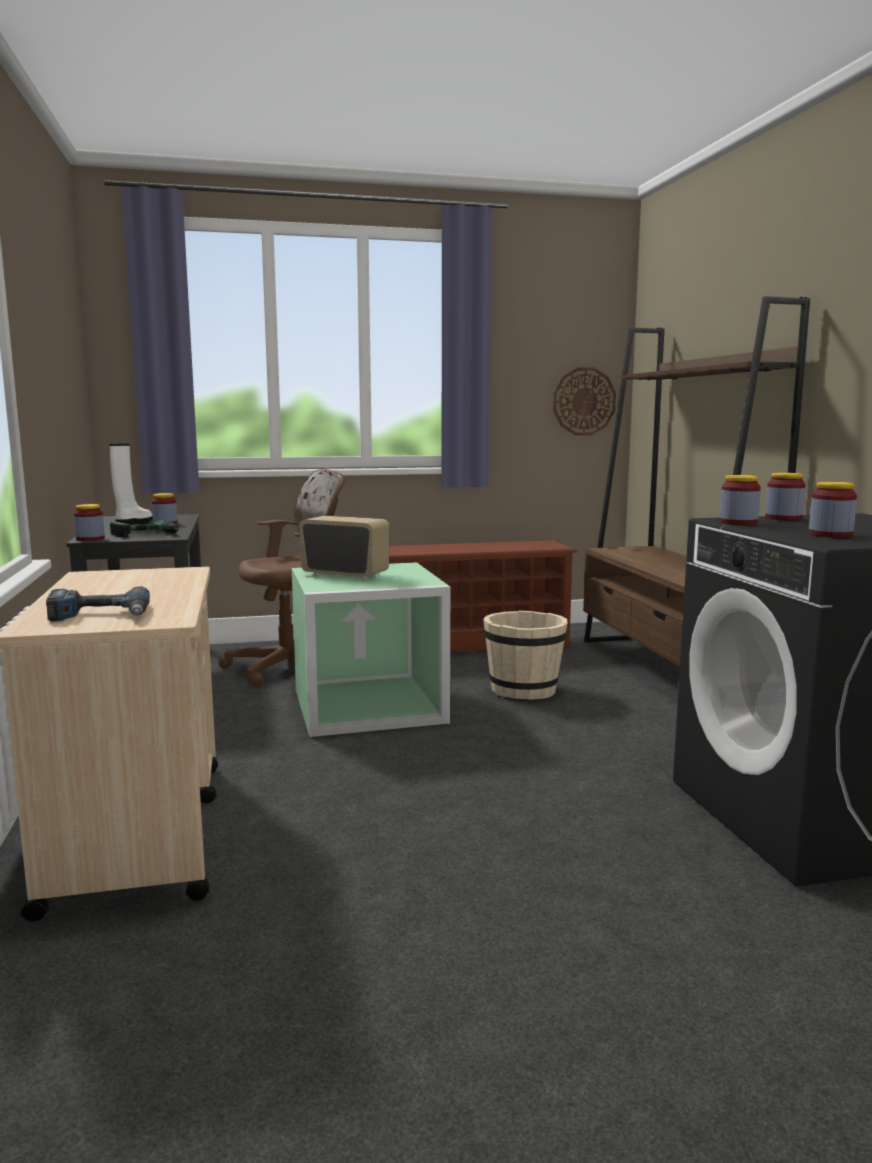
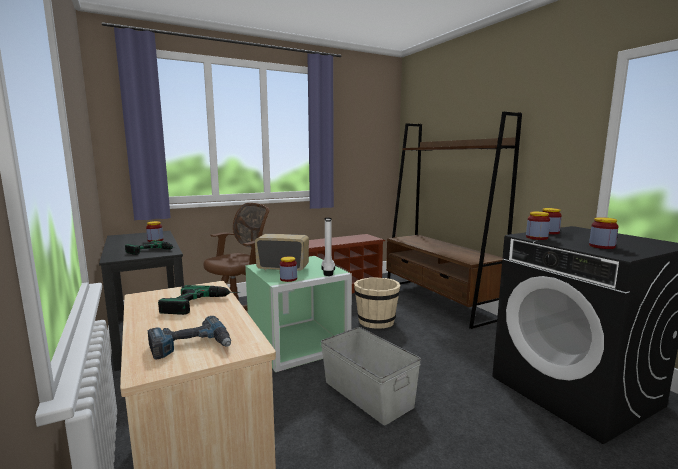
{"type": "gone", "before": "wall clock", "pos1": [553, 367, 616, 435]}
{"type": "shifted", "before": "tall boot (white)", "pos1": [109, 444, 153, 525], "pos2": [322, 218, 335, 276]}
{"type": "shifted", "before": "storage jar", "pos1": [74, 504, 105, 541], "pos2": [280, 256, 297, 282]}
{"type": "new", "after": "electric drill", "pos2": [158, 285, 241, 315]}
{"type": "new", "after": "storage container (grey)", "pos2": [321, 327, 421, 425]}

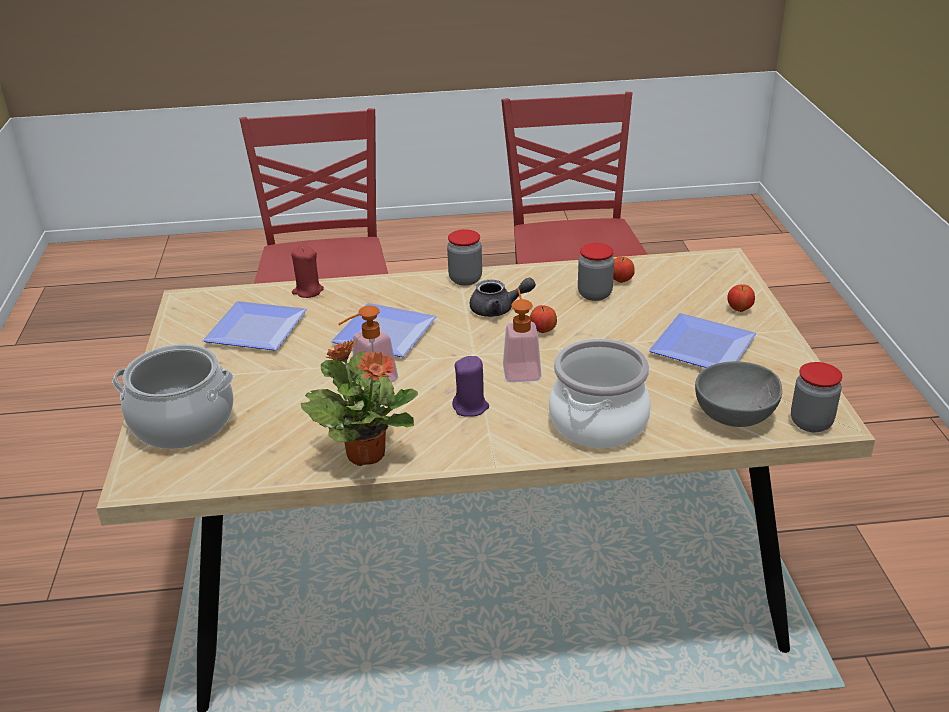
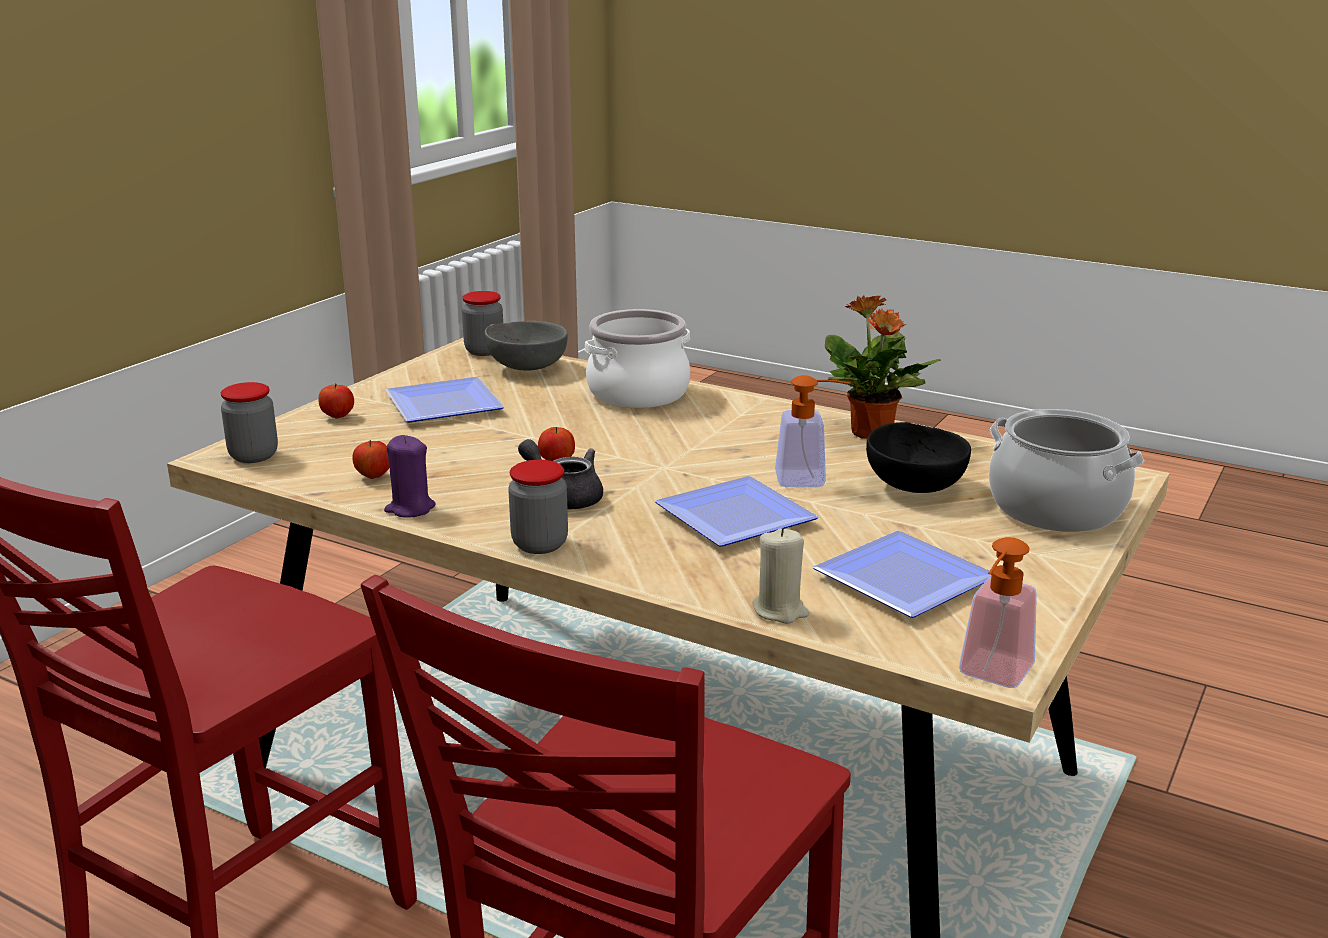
{"type": "shifted", "before": "storage jar", "pos1": [578, 243, 614, 301], "pos2": [221, 382, 278, 463]}
{"type": "repainted", "before": "wax candle (reddish)", "after": "wax candle (beige)", "pos1": [291, 245, 324, 298], "pos2": [752, 528, 809, 624]}
{"type": "shifted", "before": "liquid soap bottle", "pos1": [503, 288, 542, 382], "pos2": [959, 537, 1037, 688]}
{"type": "shifted", "before": "wax candle (purple-coloured)", "pos1": [452, 356, 489, 417], "pos2": [384, 435, 436, 518]}
{"type": "new", "after": "bowl (black)", "pos2": [866, 422, 971, 493]}

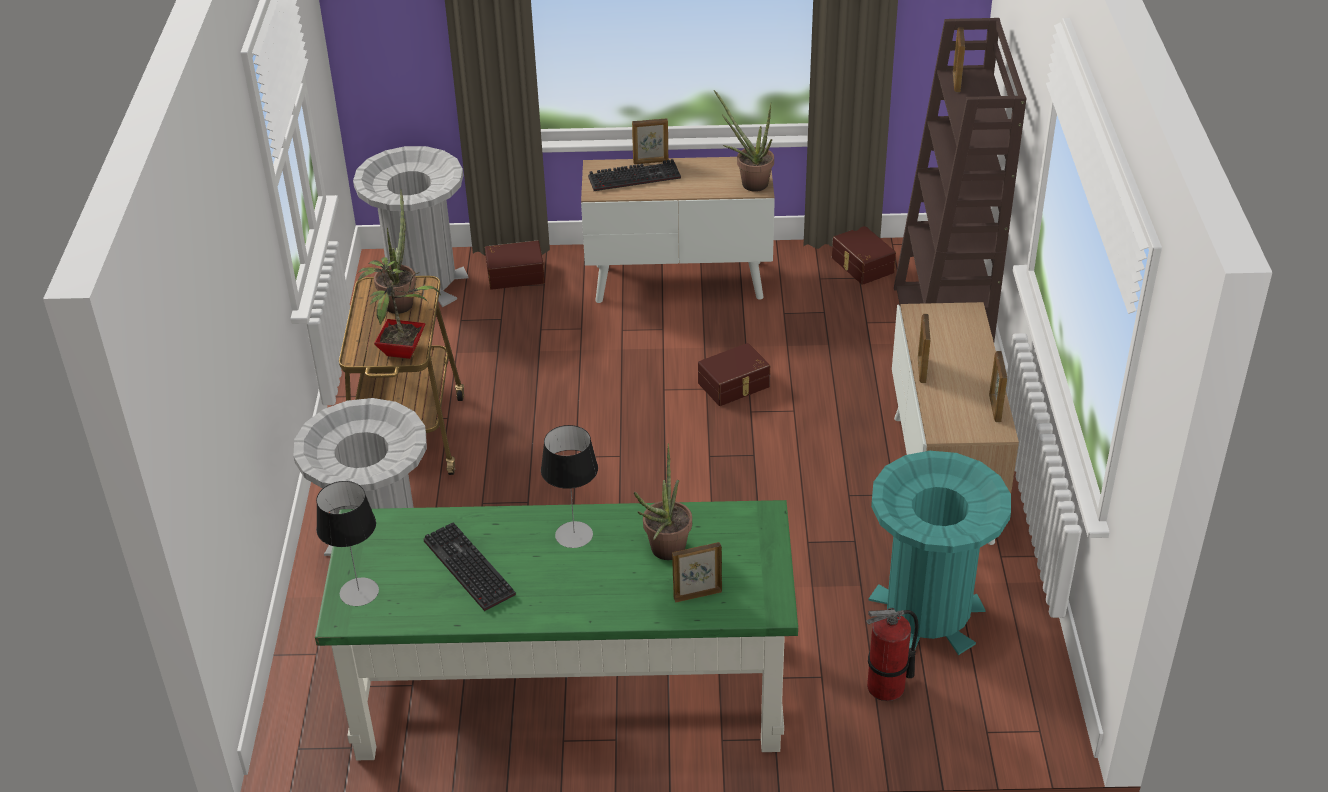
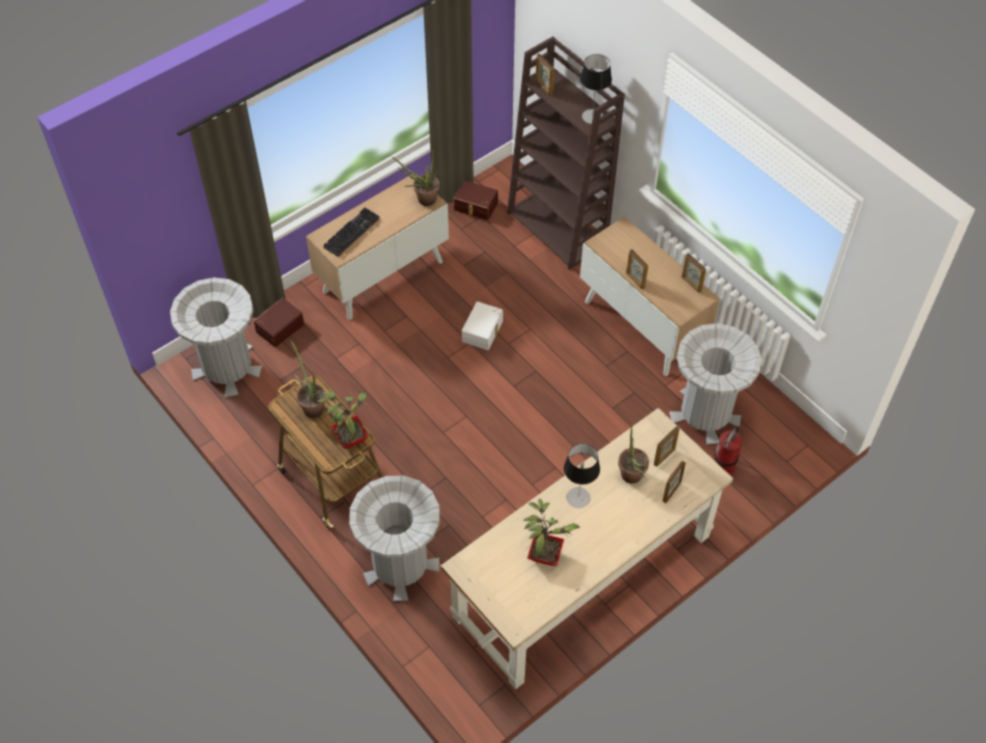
{"type": "shifted", "before": "standing frame", "pos1": [632, 118, 668, 164], "pos2": [653, 426, 680, 467]}
{"type": "repainted", "before": "storage container (brown)", "after": "storage container (white)", "pos1": [698, 343, 770, 406], "pos2": [462, 301, 503, 350]}
{"type": "repainted", "before": "rubbish bin (blue-green)", "after": "rubbish bin (grey)", "pos1": [868, 451, 1011, 655], "pos2": [669, 323, 762, 445]}
{"type": "shifted", "before": "lamp for a table", "pos1": [316, 481, 379, 606], "pos2": [580, 54, 612, 124]}
{"type": "repainted", "before": "desk unit (green-coloured)", "after": "desk unit (beige)", "pos1": [315, 500, 798, 760], "pos2": [441, 408, 733, 690]}
{"type": "swapped", "before": "keyboard", "after": "potted plant", "pos1": [424, 522, 516, 611], "pos2": [523, 499, 580, 566]}

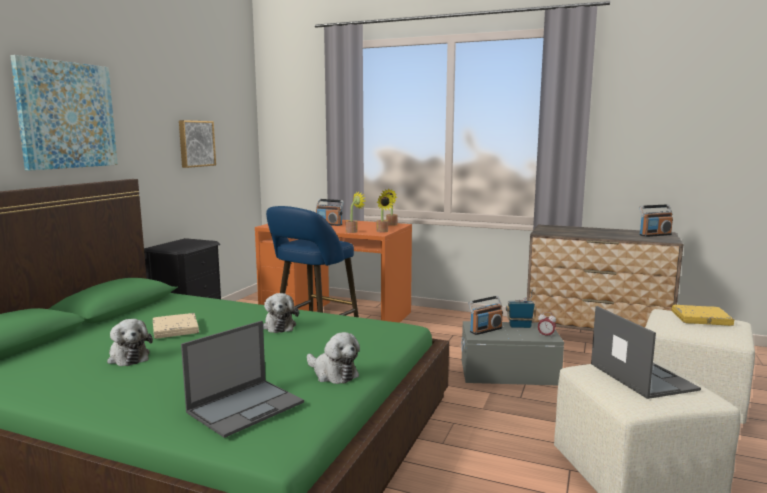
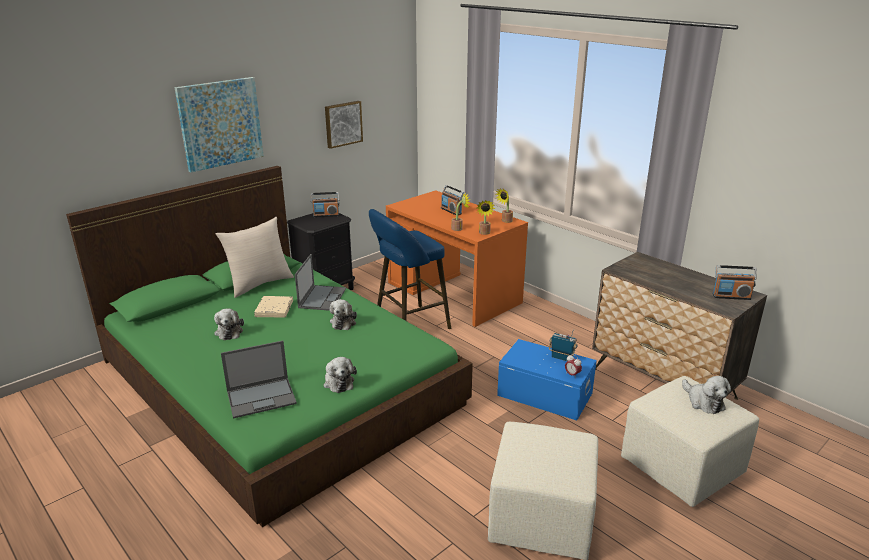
{"type": "shifted", "before": "radio set", "pos1": [468, 296, 503, 335], "pos2": [311, 192, 339, 217]}
{"type": "swapped", "before": "volume (yellow-coloured)", "after": "cuddly toy", "pos1": [671, 305, 734, 326], "pos2": [682, 376, 731, 414]}
{"type": "shifted", "before": "notebook computer", "pos1": [591, 306, 701, 399], "pos2": [295, 254, 346, 311]}
{"type": "repainted", "before": "storage container (grey)", "after": "storage container (blue-coloured)", "pos1": [461, 321, 564, 386], "pos2": [497, 339, 597, 420]}
{"type": "new", "after": "pillow (beige)", "pos2": [215, 217, 294, 298]}

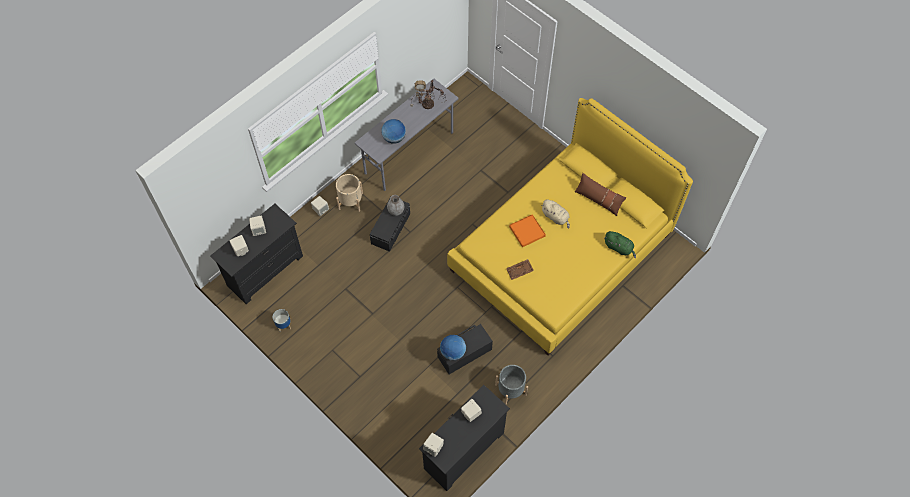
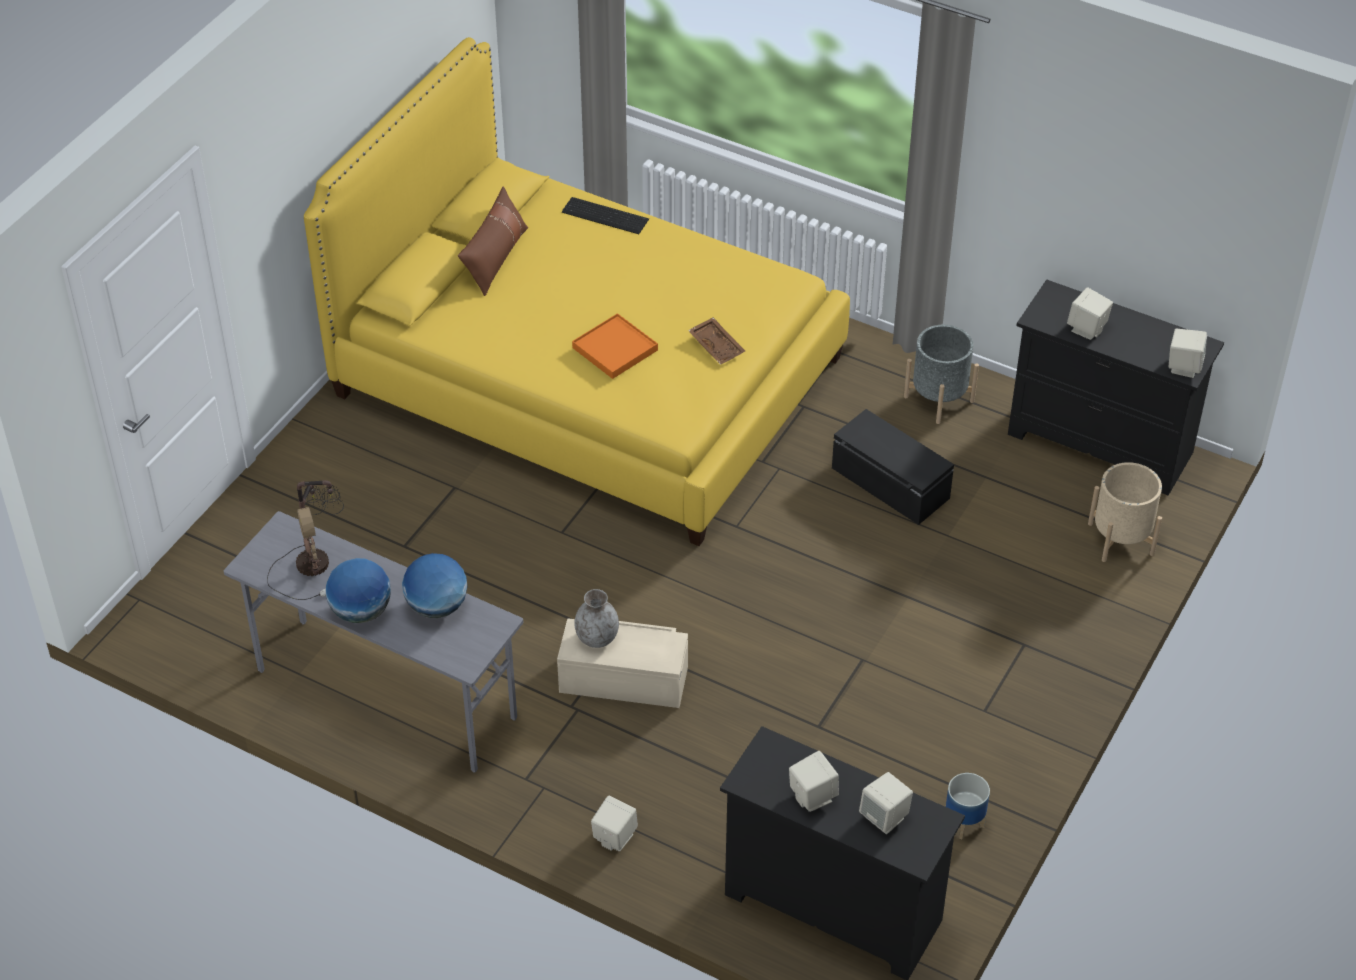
{"type": "shifted", "before": "planter (beige)", "pos1": [336, 174, 363, 212], "pos2": [1088, 462, 1162, 562]}
{"type": "repainted", "before": "storage container (black)", "after": "storage container (beige)", "pos1": [370, 197, 410, 252], "pos2": [557, 618, 688, 708]}
{"type": "gone", "before": "cuddly toy (beige)", "pos1": [541, 199, 570, 229]}
{"type": "swapped", "before": "cuddly toy (green-coloured)", "after": "keyboard", "pos1": [604, 231, 636, 258], "pos2": [562, 197, 649, 234]}
{"type": "shifted", "before": "world globe", "pos1": [440, 335, 466, 361], "pos2": [326, 558, 391, 623]}

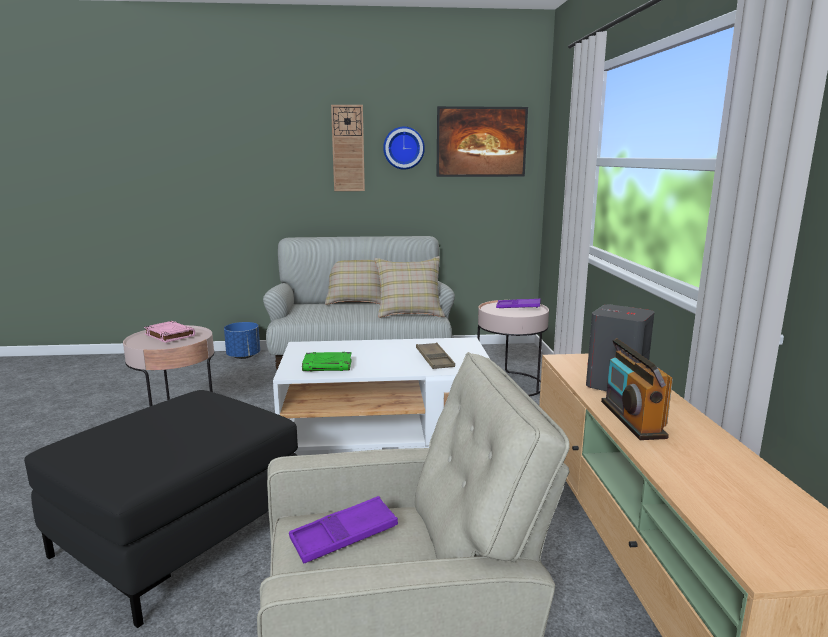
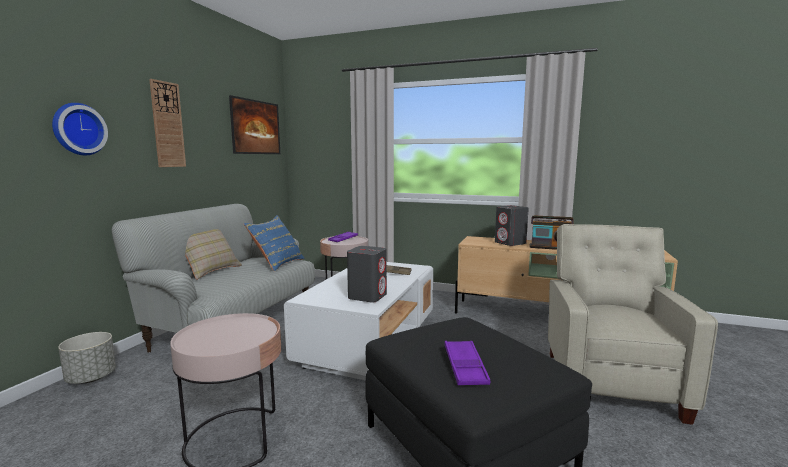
{"type": "shifted", "before": "wall clock", "pos1": [383, 127, 425, 170], "pos2": [52, 103, 108, 155]}
{"type": "repainted", "before": "pillow (beige)", "after": "pillow (blue-coloured)", "pos1": [375, 256, 445, 318], "pos2": [244, 215, 305, 271]}
{"type": "gone", "before": "volume (pink-coloured)", "pos1": [144, 321, 195, 343]}
{"type": "repainted", "before": "planter (blue-coloured)", "after": "planter (grey)", "pos1": [224, 322, 260, 359], "pos2": [58, 332, 116, 384]}
{"type": "swapped", "before": "volume (green-coloured)", "after": "audio speaker (grey)", "pos1": [302, 352, 352, 372], "pos2": [347, 246, 387, 302]}
{"type": "shifted", "before": "carrying tray (purple-coloured)", "pos1": [289, 496, 398, 563], "pos2": [445, 341, 490, 385]}

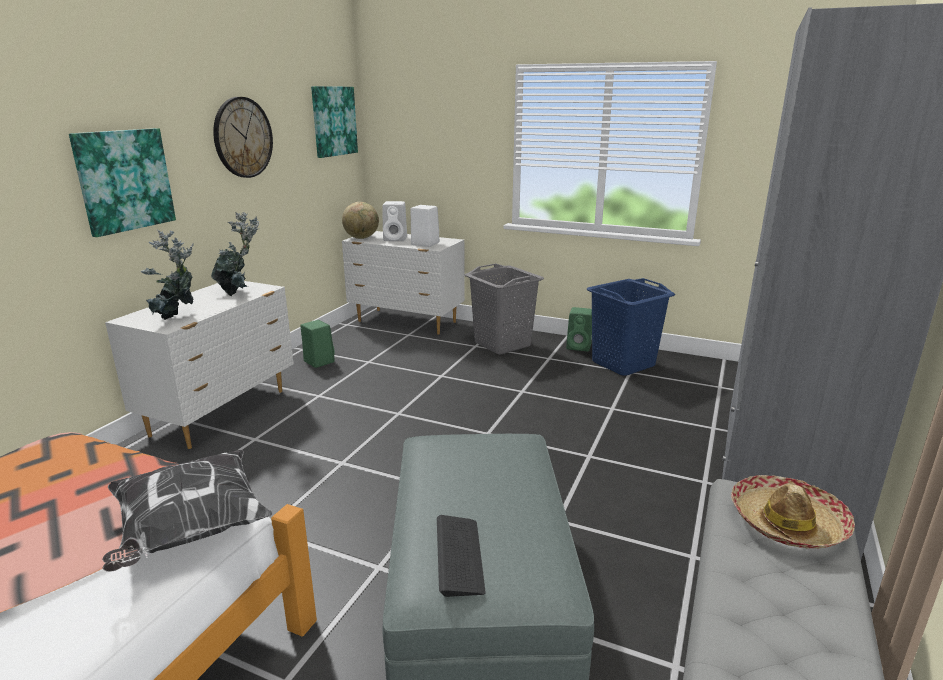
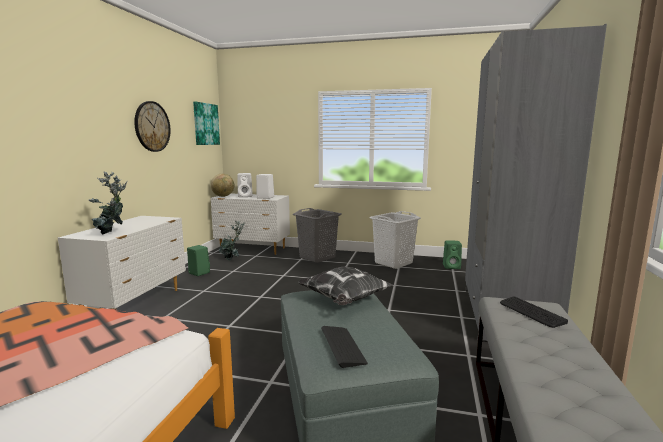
{"type": "gone", "before": "picture", "pos1": [69, 128, 176, 237]}
{"type": "shifted", "before": "potted plant", "pos1": [211, 212, 260, 296], "pos2": [219, 221, 245, 261]}
{"type": "repainted", "before": "laundry basket (blue-coloured)", "after": "laundry basket (white)", "pos1": [587, 278, 675, 376], "pos2": [369, 211, 421, 269]}
{"type": "shifted", "before": "audio speaker (green-coloured)", "pos1": [566, 307, 592, 351], "pos2": [443, 240, 462, 269]}
{"type": "shifted", "before": "pillow", "pos1": [102, 450, 273, 572], "pos2": [298, 267, 393, 305]}
{"type": "swapped", "before": "wearable hat", "after": "keyboard", "pos1": [731, 475, 855, 548], "pos2": [500, 296, 568, 328]}

